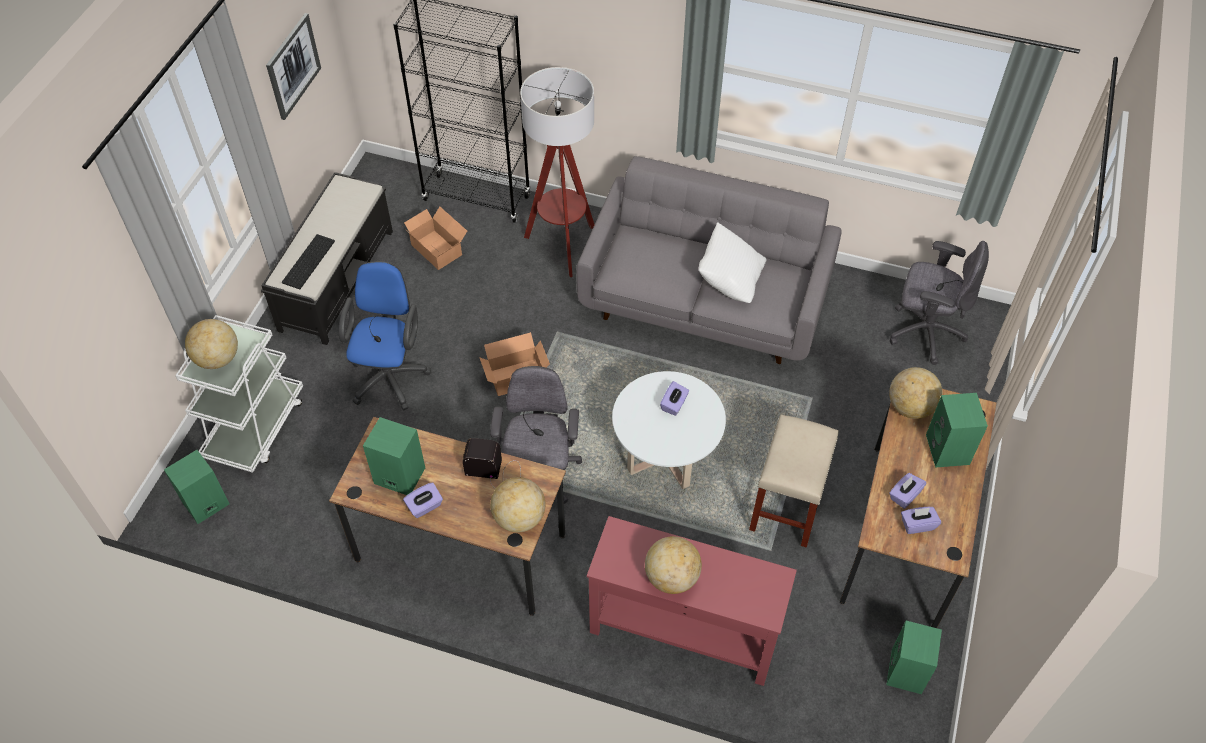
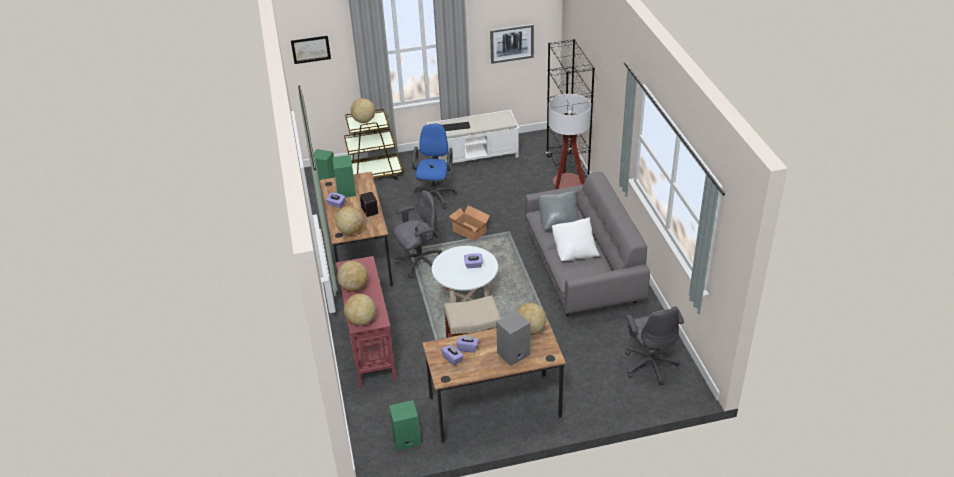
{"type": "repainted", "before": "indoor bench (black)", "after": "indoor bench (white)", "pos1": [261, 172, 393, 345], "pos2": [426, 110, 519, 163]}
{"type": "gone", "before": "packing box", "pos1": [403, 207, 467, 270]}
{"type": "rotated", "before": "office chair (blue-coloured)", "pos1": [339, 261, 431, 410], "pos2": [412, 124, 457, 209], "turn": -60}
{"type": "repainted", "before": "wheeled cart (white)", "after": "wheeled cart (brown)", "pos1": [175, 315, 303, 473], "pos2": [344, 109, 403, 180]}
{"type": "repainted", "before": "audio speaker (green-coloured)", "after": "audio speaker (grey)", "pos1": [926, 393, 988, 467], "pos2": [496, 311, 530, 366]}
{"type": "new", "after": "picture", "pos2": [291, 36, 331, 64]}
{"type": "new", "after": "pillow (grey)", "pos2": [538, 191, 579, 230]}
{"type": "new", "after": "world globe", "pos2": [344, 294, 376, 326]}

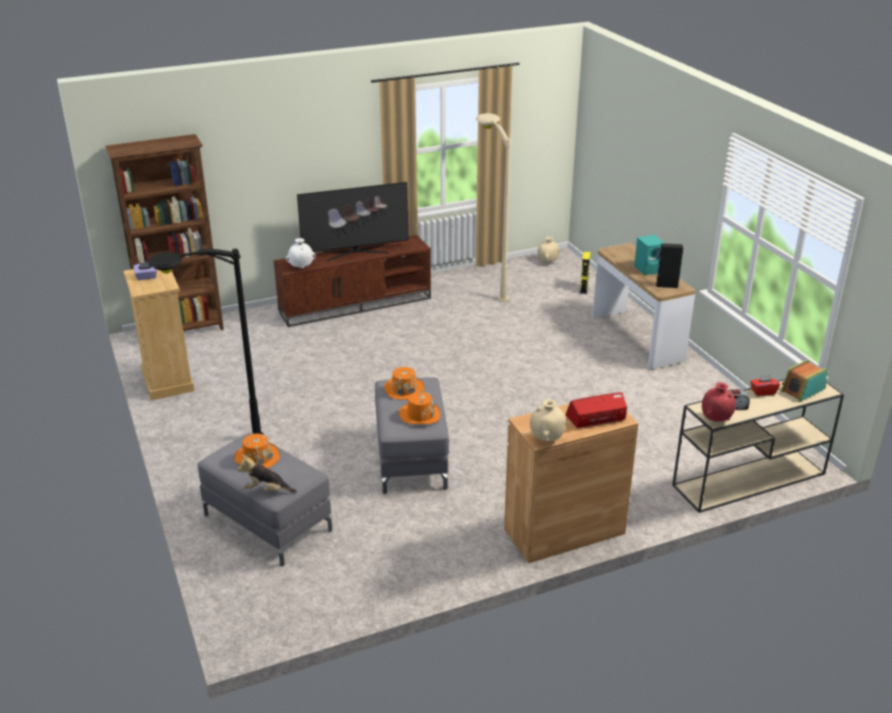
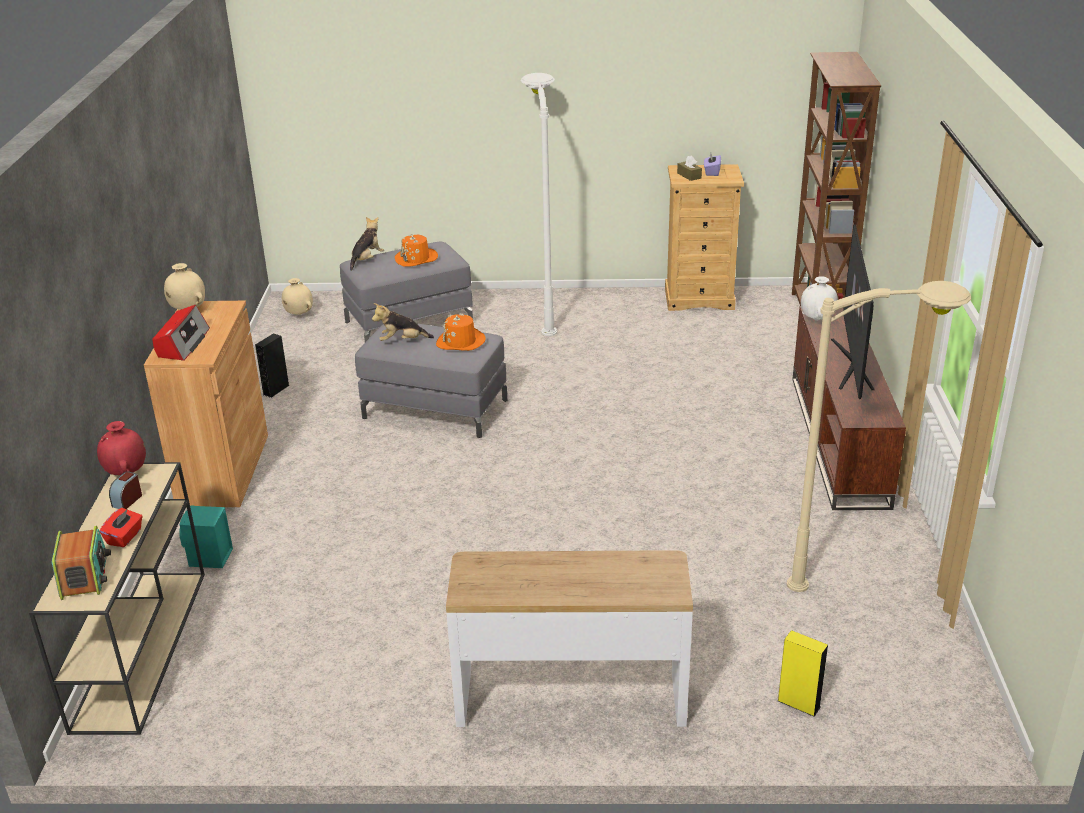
{"type": "shifted", "before": "audio speaker (blue-green)", "pos1": [634, 235, 664, 275], "pos2": [179, 506, 233, 568]}
{"type": "shifted", "before": "decorative vase (beige)", "pos1": [538, 237, 559, 263], "pos2": [282, 278, 313, 315]}
{"type": "shifted", "before": "audio speaker (black)", "pos1": [656, 243, 683, 288], "pos2": [255, 333, 290, 398]}
{"type": "repainted", "before": "standing lamp (black)", "after": "standing lamp (white)", "pos1": [148, 249, 264, 435], "pos2": [521, 73, 557, 336]}
{"type": "swapped", "before": "wearable hat (orangey)", "after": "cuddly toy", "pos1": [399, 391, 440, 424], "pos2": [372, 303, 434, 341]}
{"type": "new", "after": "box of tissues (brown)", "pos2": [677, 156, 702, 181]}

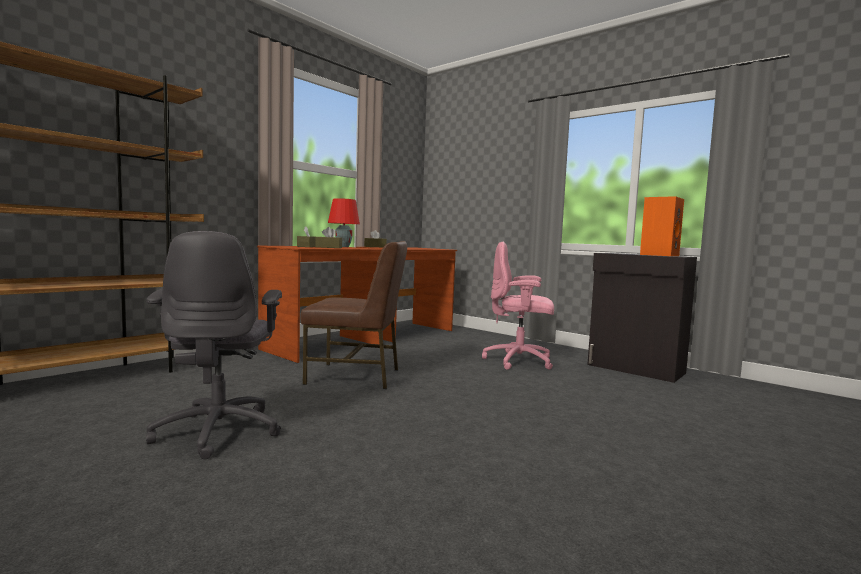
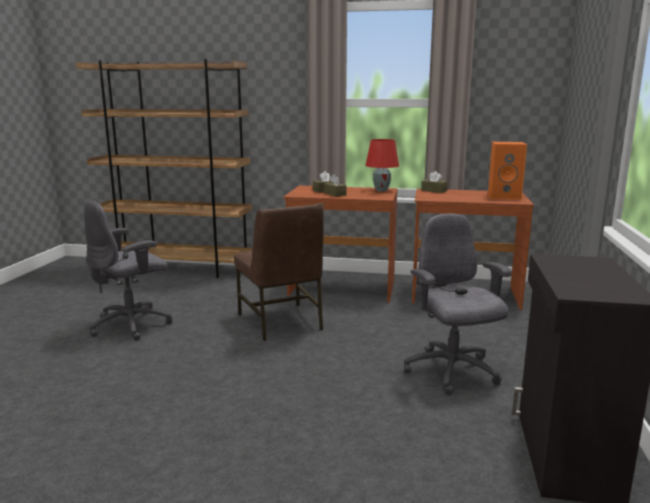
{"type": "shifted", "before": "audio speaker (orangey)", "pos1": [640, 196, 684, 256], "pos2": [488, 142, 527, 199]}
{"type": "repainted", "before": "office chair (pink-coloured)", "after": "office chair (grey)", "pos1": [482, 241, 554, 370], "pos2": [404, 214, 512, 395]}

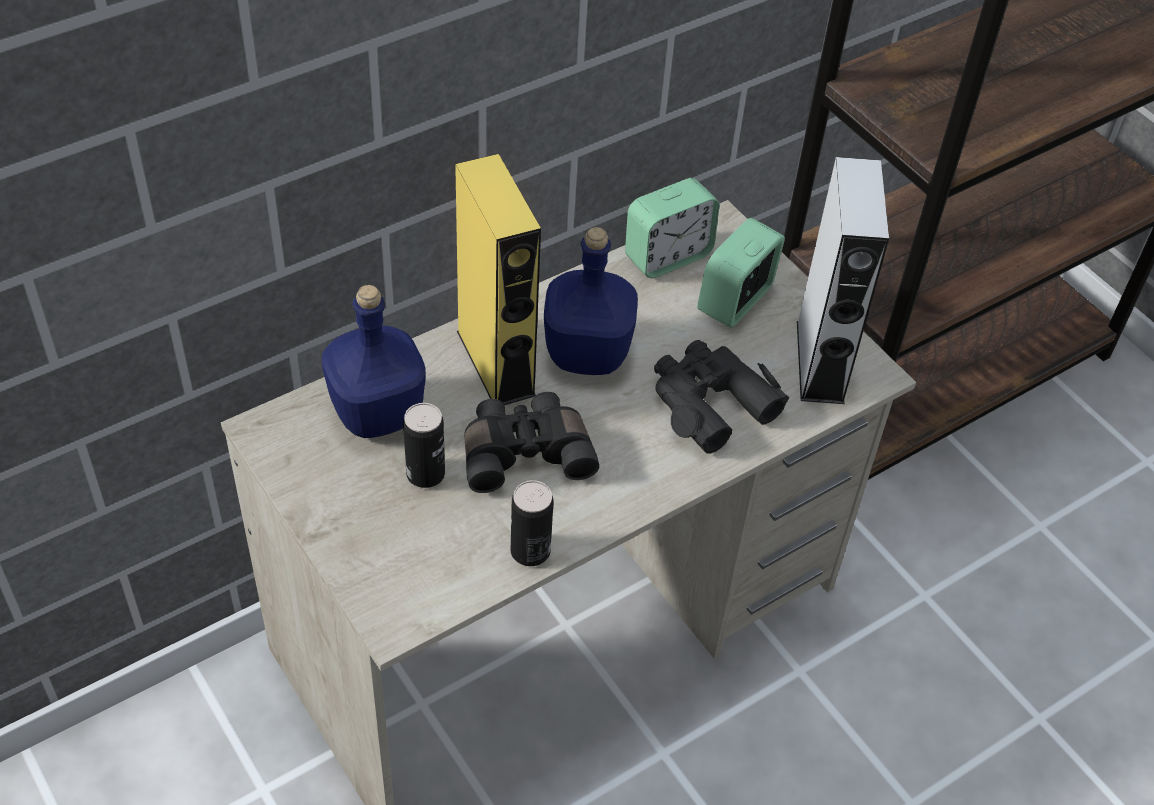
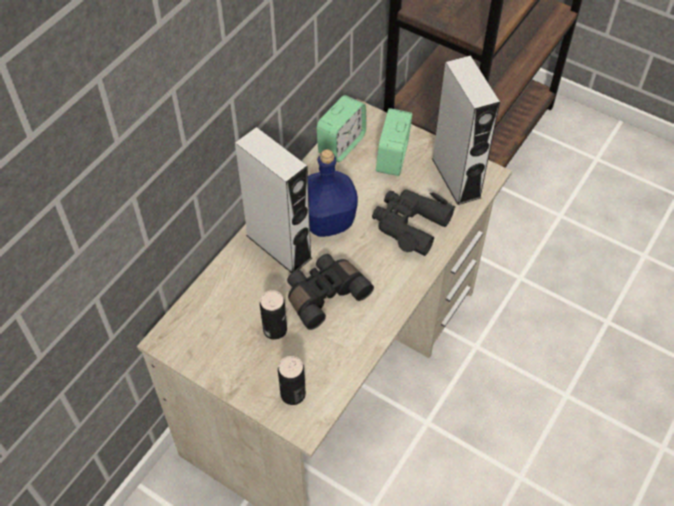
{"type": "repainted", "before": "audio speaker (yellow-coloured)", "after": "audio speaker (grey)", "pos1": [455, 154, 541, 405], "pos2": [235, 127, 312, 273]}
{"type": "gone", "before": "drink bottle (blue-coloured)", "pos1": [322, 285, 426, 438]}
{"type": "shifted", "before": "metal can", "pos1": [511, 480, 553, 566], "pos2": [278, 356, 306, 405]}

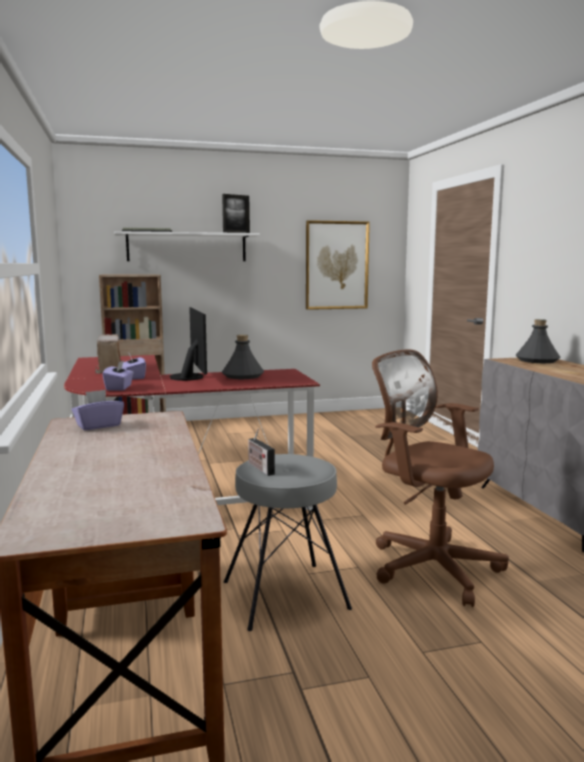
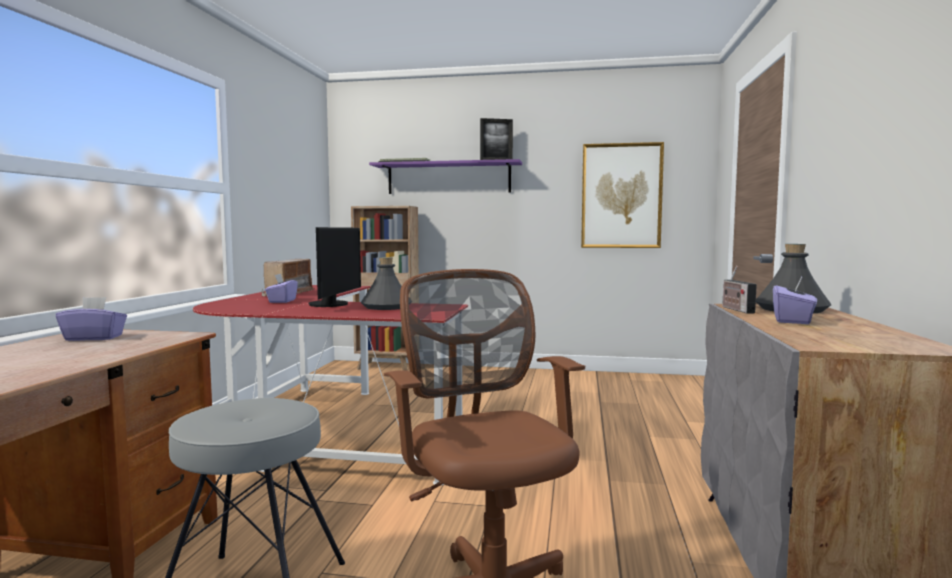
{"type": "repainted", "before": "bracket shelf (white)", "after": "bracket shelf (purple-coloured)", "pos1": [114, 231, 260, 261], "pos2": [369, 159, 522, 194]}
{"type": "shifted", "before": "box of tissues (purple-coloured)", "pos1": [102, 361, 134, 391], "pos2": [773, 277, 817, 324]}
{"type": "shifted", "before": "radio set", "pos1": [248, 428, 275, 476], "pos2": [722, 266, 757, 313]}

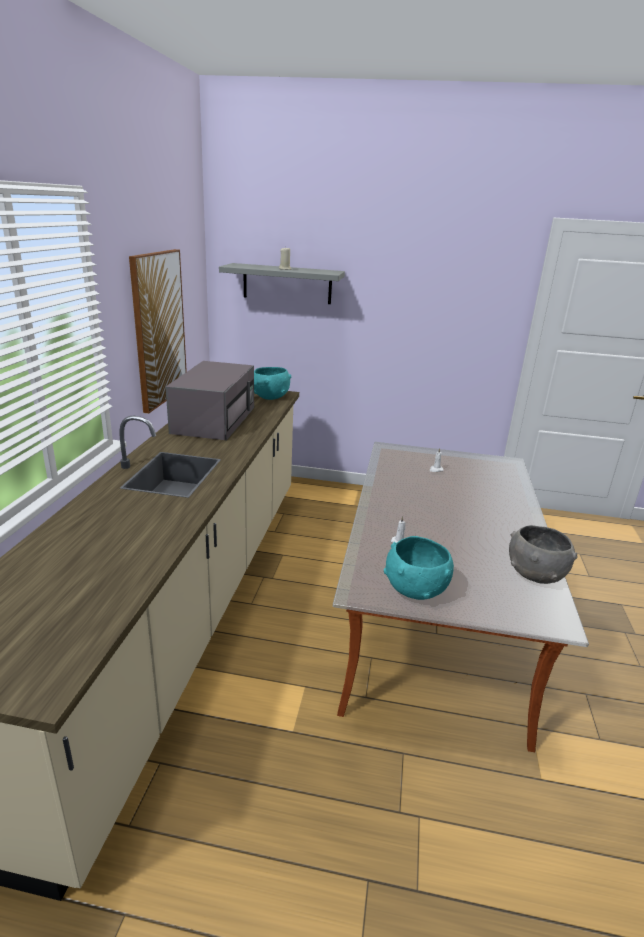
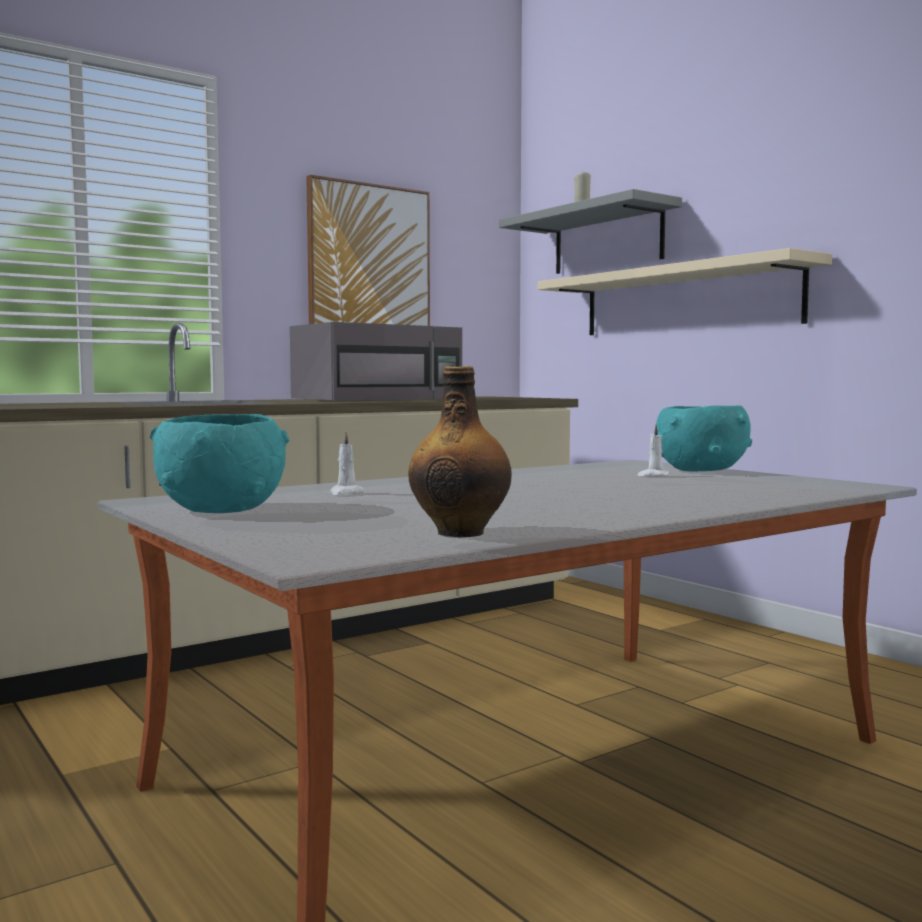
{"type": "shifted", "before": "bowl (blue-green)", "pos1": [254, 367, 291, 400], "pos2": [656, 406, 752, 472]}
{"type": "swapped", "before": "bowl (grey)", "after": "drink bottle", "pos1": [509, 525, 578, 584], "pos2": [408, 366, 512, 537]}
{"type": "new", "after": "bracket shelf (beige)", "pos2": [538, 248, 832, 335]}

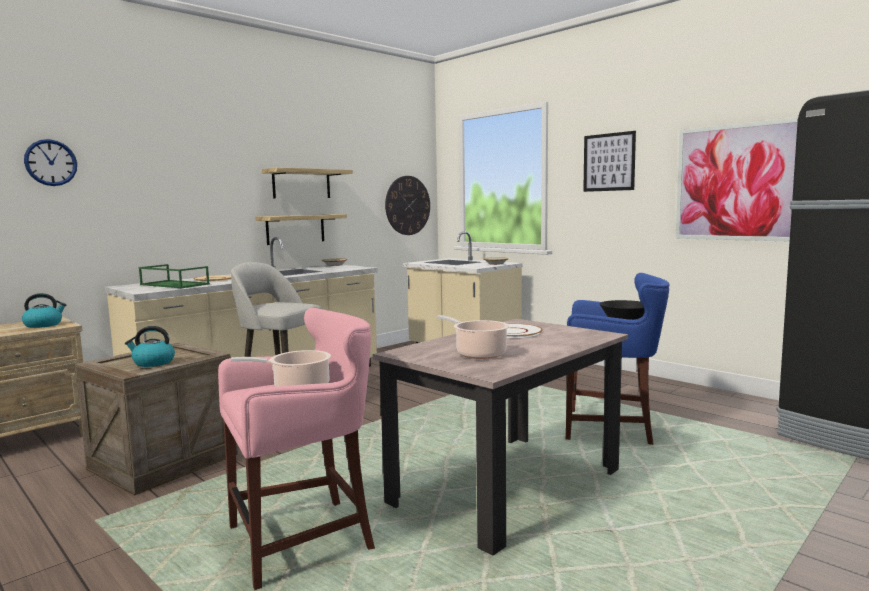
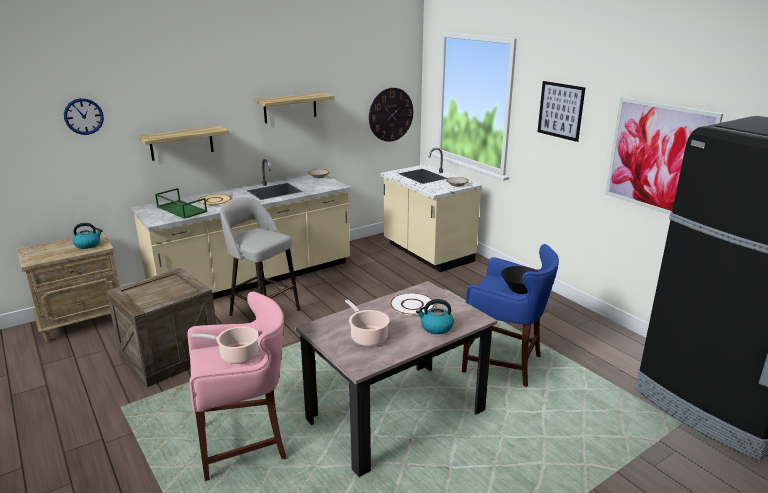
{"type": "shifted", "before": "bracket shelf", "pos1": [255, 214, 347, 245], "pos2": [138, 126, 229, 161]}
{"type": "shifted", "before": "kettle", "pos1": [125, 326, 175, 367], "pos2": [416, 299, 454, 334]}

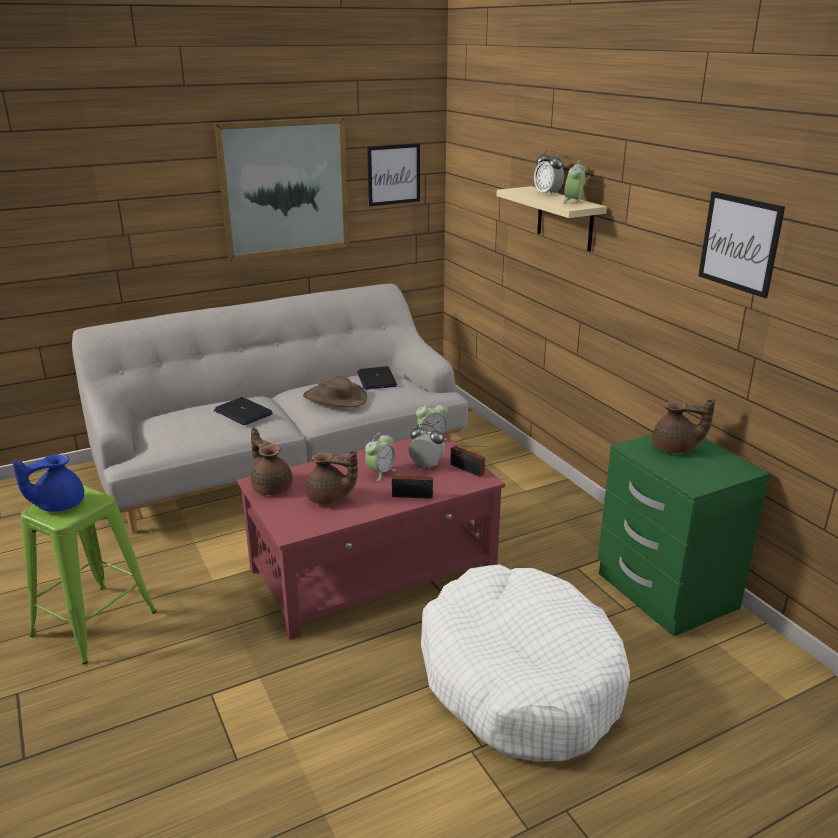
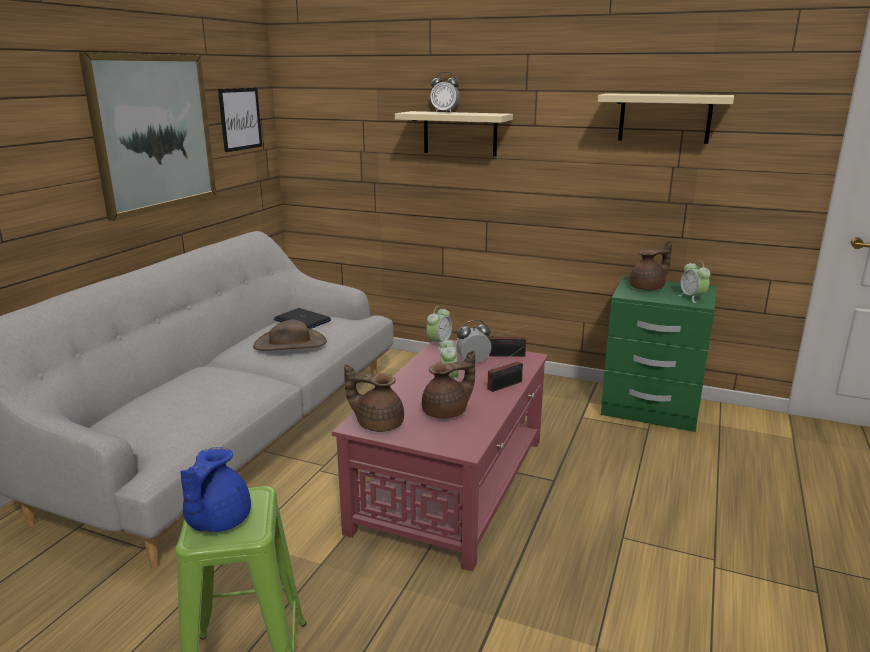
{"type": "shifted", "before": "table clock", "pos1": [563, 160, 586, 204], "pos2": [678, 260, 711, 303]}
{"type": "swapped", "before": "picture", "after": "bracket shelf (beige)", "pos1": [698, 191, 785, 298], "pos2": [598, 93, 734, 144]}
{"type": "gone", "before": "notebook computer", "pos1": [214, 397, 273, 425]}
{"type": "gone", "before": "pet bed (white)", "pos1": [421, 564, 630, 761]}

